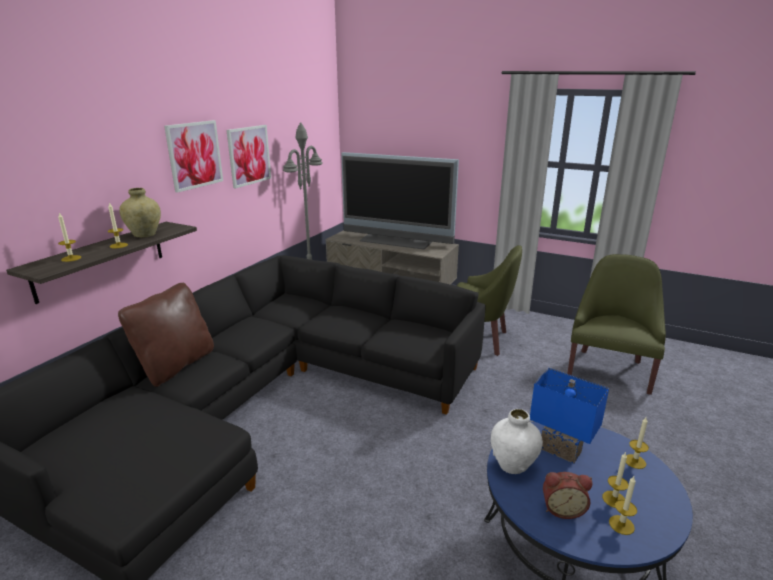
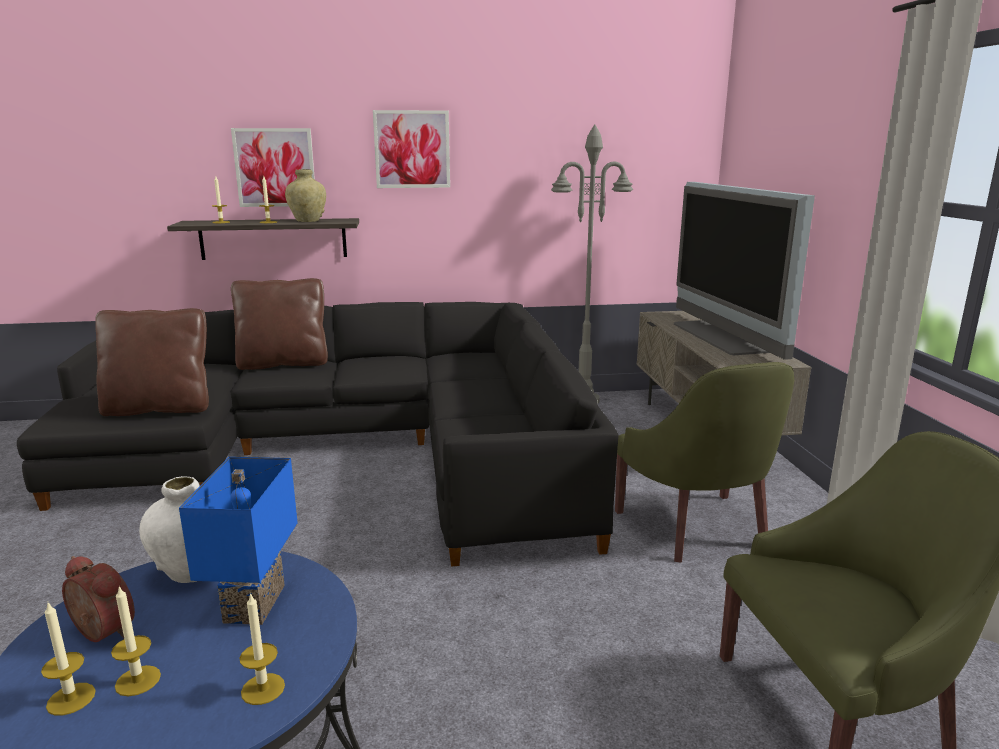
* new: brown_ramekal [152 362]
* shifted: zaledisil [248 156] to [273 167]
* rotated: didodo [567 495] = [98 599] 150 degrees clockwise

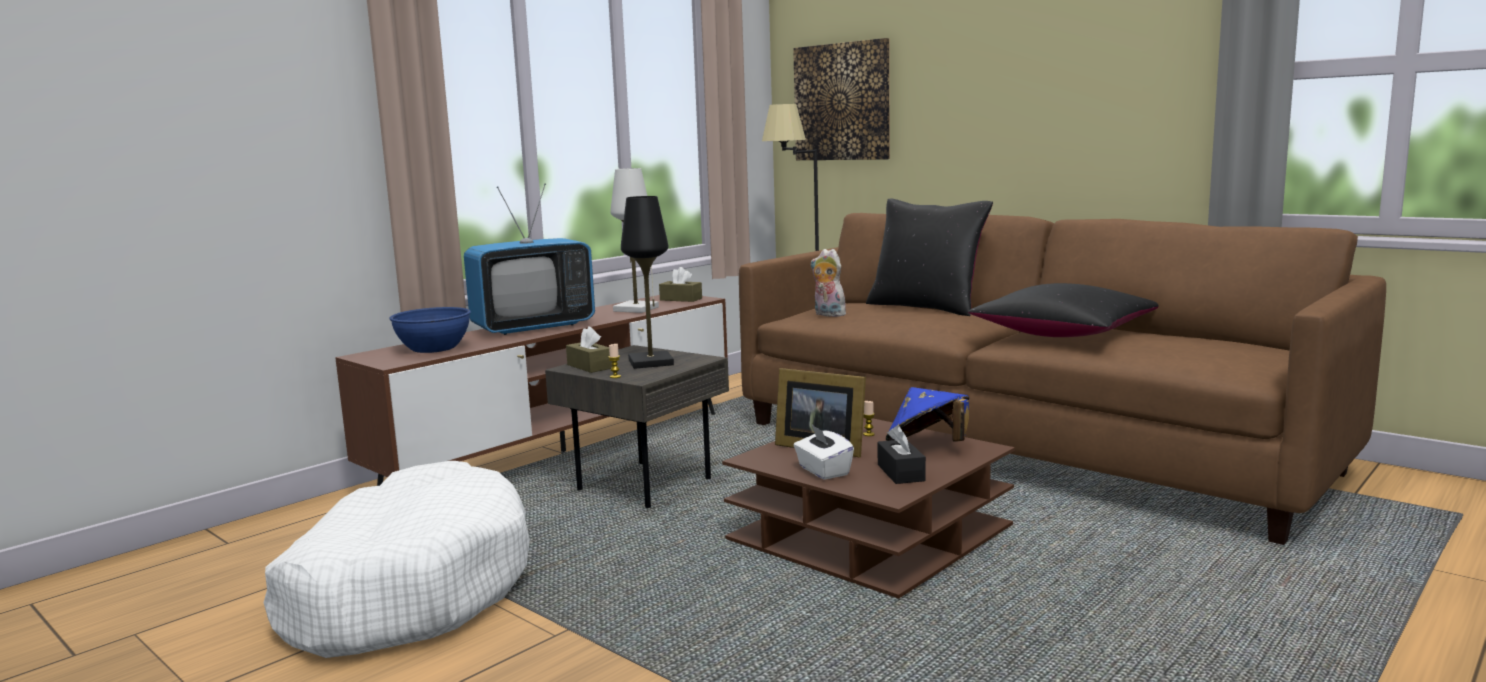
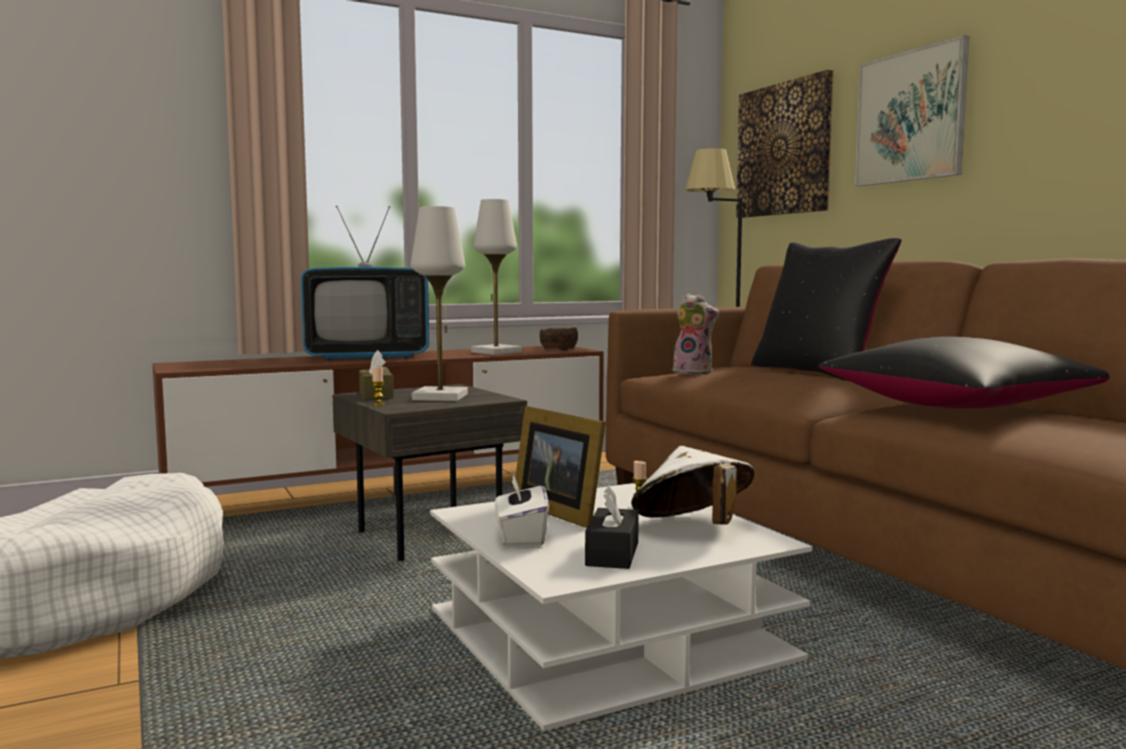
* gone: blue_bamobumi [430 330]
* new: zaledisil [912 110]
* swapped: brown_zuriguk [680 284] to brown_bamobumi [559 338]
* repainted: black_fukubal [647 282] to white_fukubal [439 303]
* repainted: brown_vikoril [868 508] to white_vikoril [621 607]
* repainted: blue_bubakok [928 414] to white_bubakok [692 485]
* rotated: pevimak [828 283] = [695 334] 150 degrees clockwise

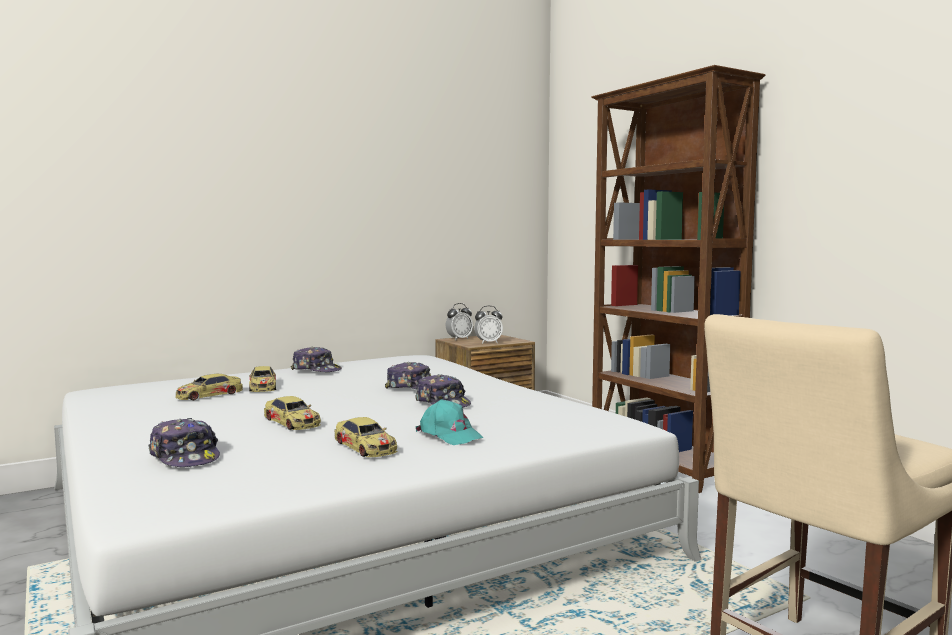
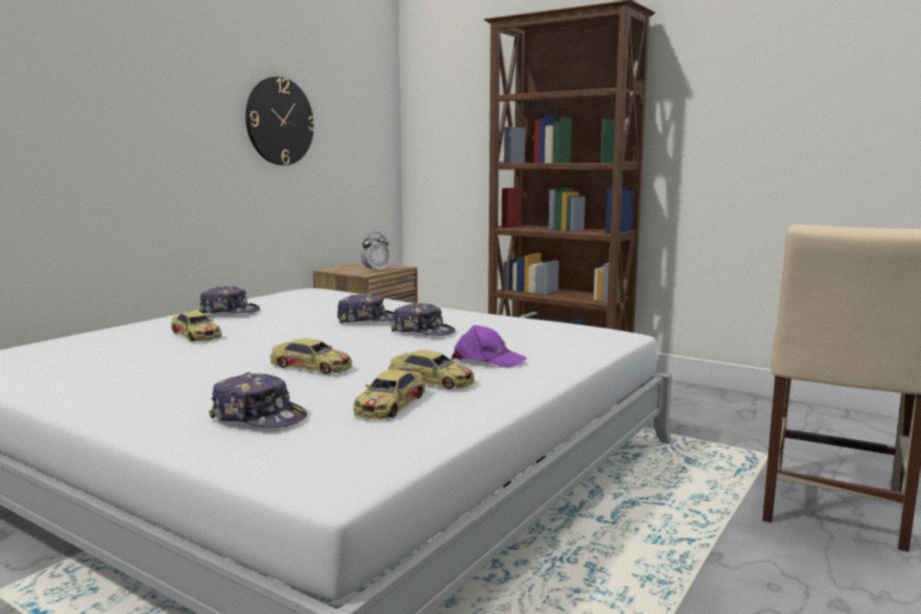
* gone: didodo [459 321]
* new: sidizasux [280 121]
* shifted: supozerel [209 387] to [389 394]
* repainted: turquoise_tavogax [450 422] to purple_tavogax [489 346]

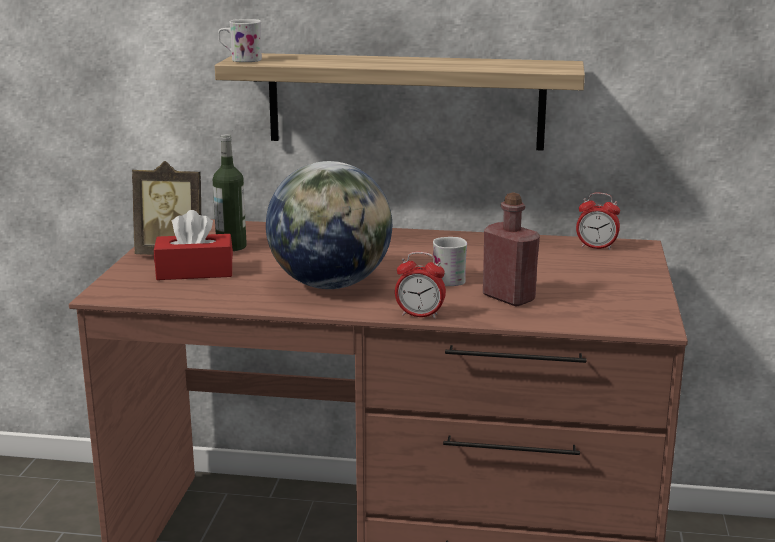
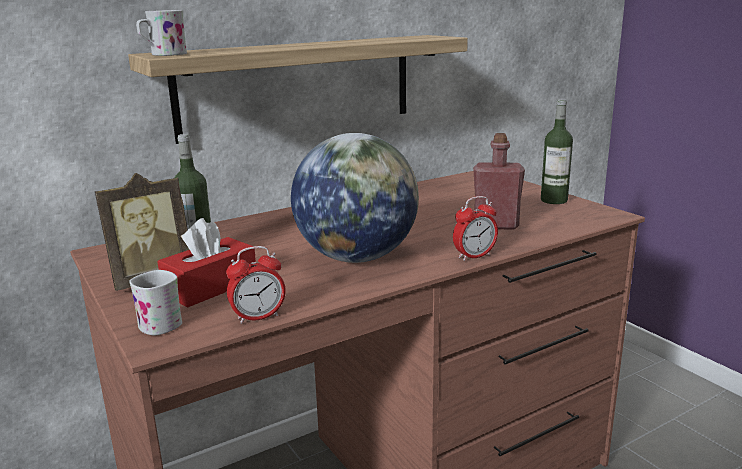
* new: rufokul [557 151]
* shifted: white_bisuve [450 261] to [155 303]
* shifted: didodo [598 221] to [256 285]

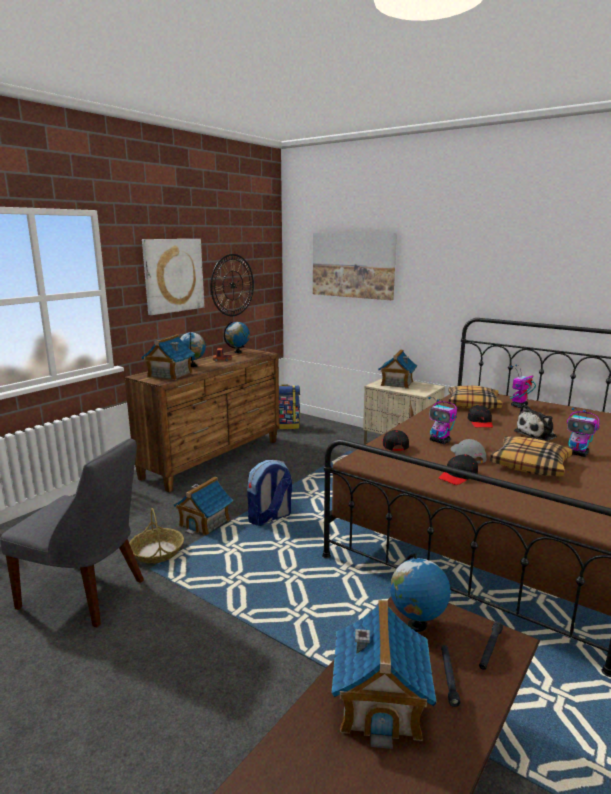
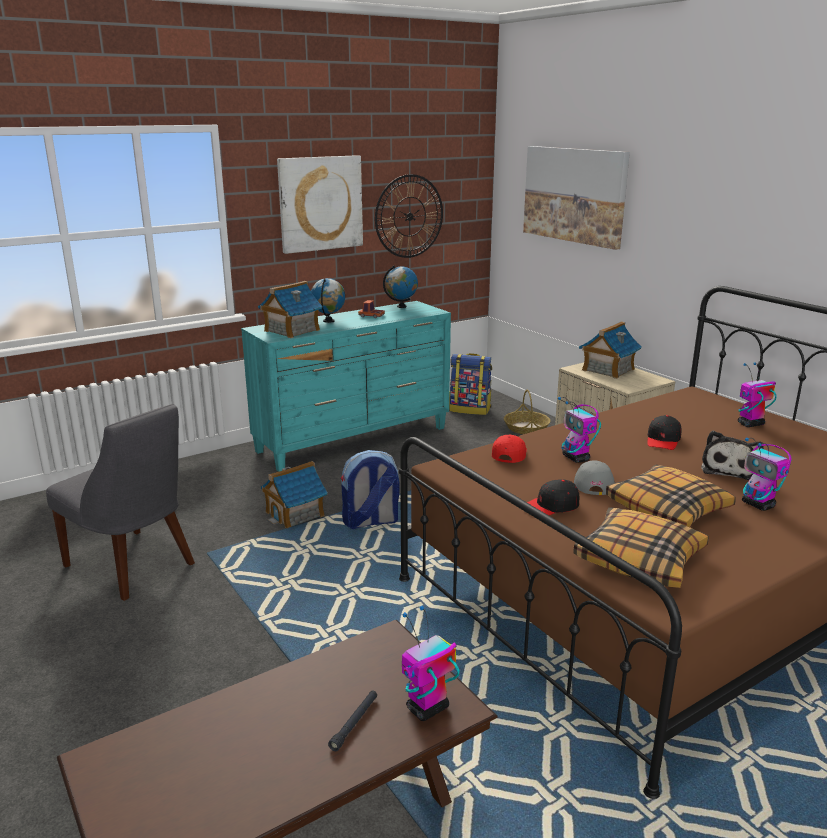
* gone: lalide [384 674]
* gone: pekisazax [420 592]
* shifted: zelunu [156 535] to [527 411]
* shifted: ramekal [475 397] to [641 547]
* swapped: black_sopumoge [491 646] to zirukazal [431 663]
* repainted: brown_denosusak [202 420] to turquoise_denosusak [346 386]
* repainted: black_tavogax [395 440] to red_tavogax [509 449]
* rotated: pevimak [535 422] = [732 455] 60 degrees counterclockwise

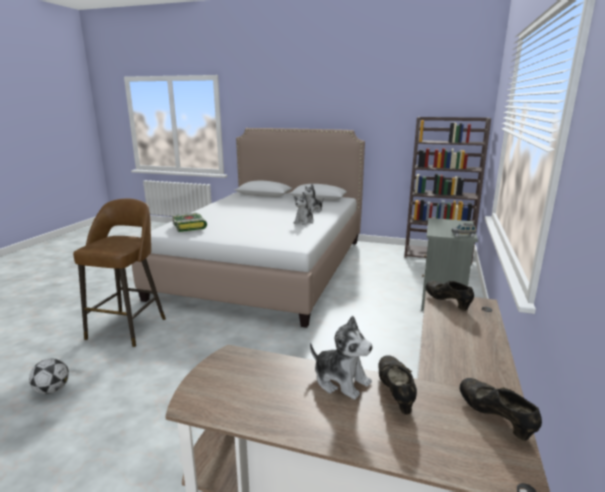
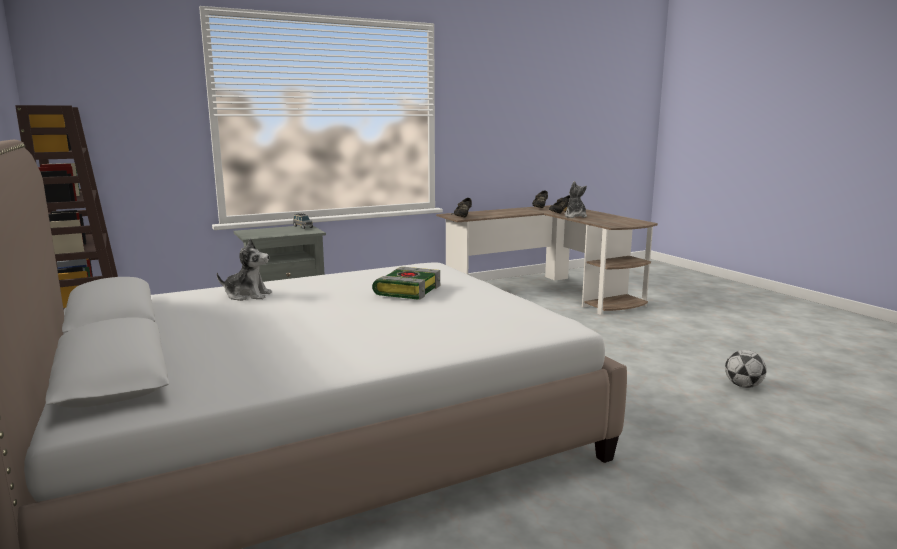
* gone: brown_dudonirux [119 272]
* gone: pevimak [303 209]
* shifted: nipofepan [189 222] to [406 283]

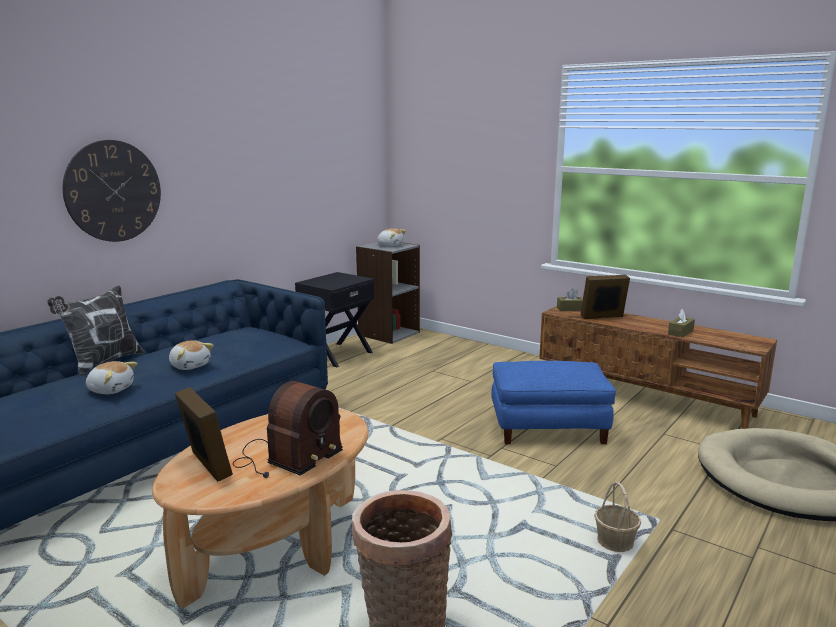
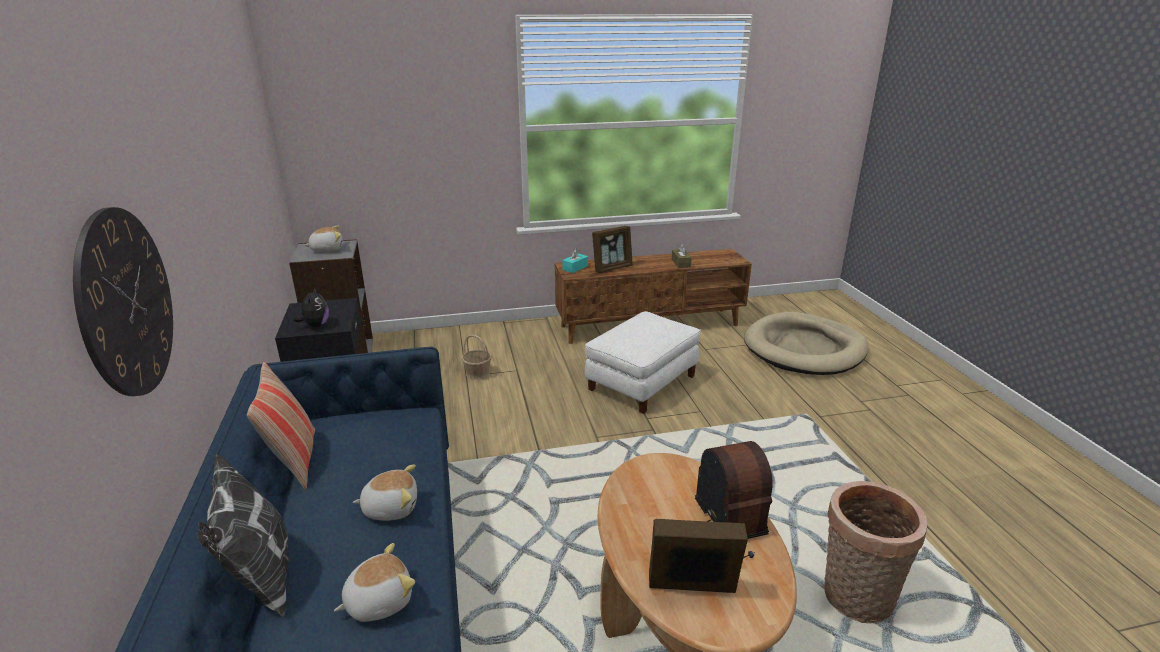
* new: ramekal [281 425]
* new: pevimak [311 306]
* shifted: zelunu [617 516] to [477 357]
* repainted: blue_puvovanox [553 402] to white_puvovanox [643 362]
* repainted: brown_zuriguk [570 299] to turquoise_zuriguk [575 260]
* rotated: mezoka [605 297] = [612 249] 150 degrees counterclockwise

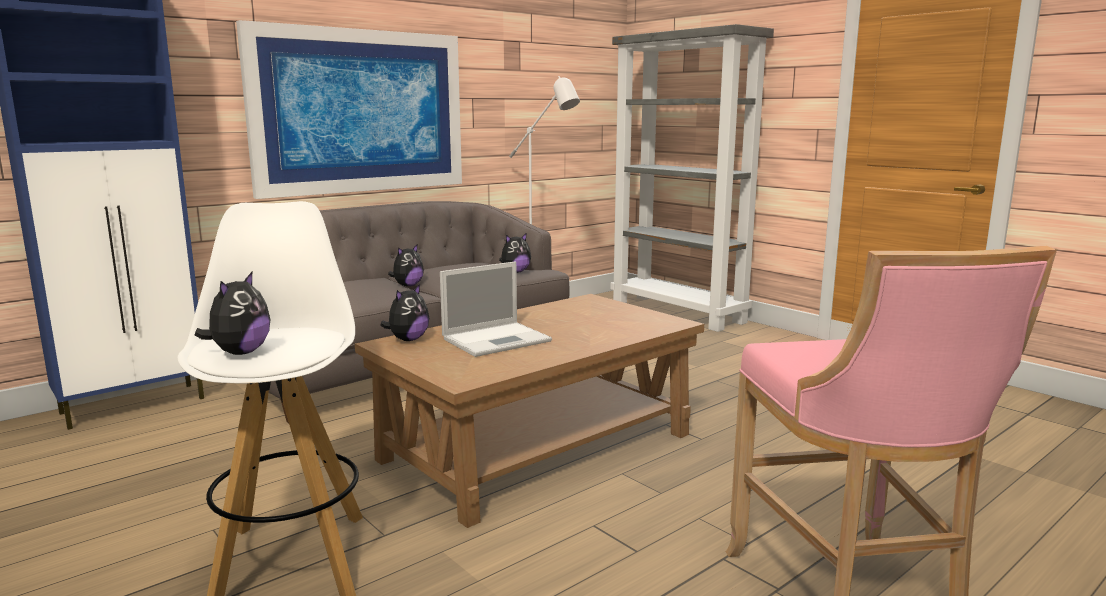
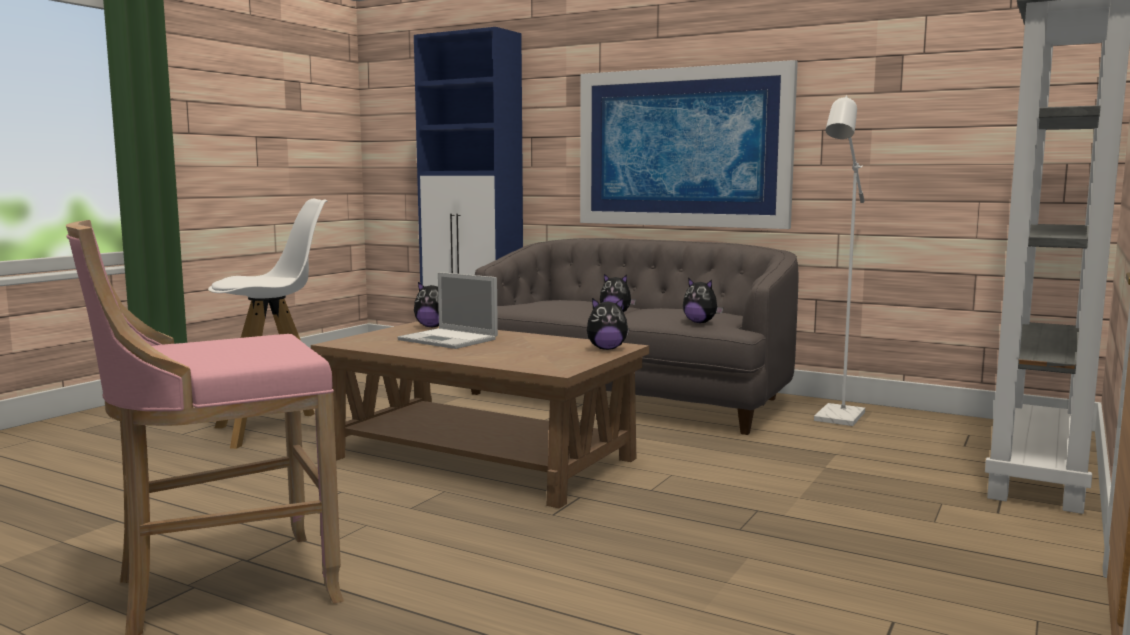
* shifted: pevimak [232 313] to [608 324]

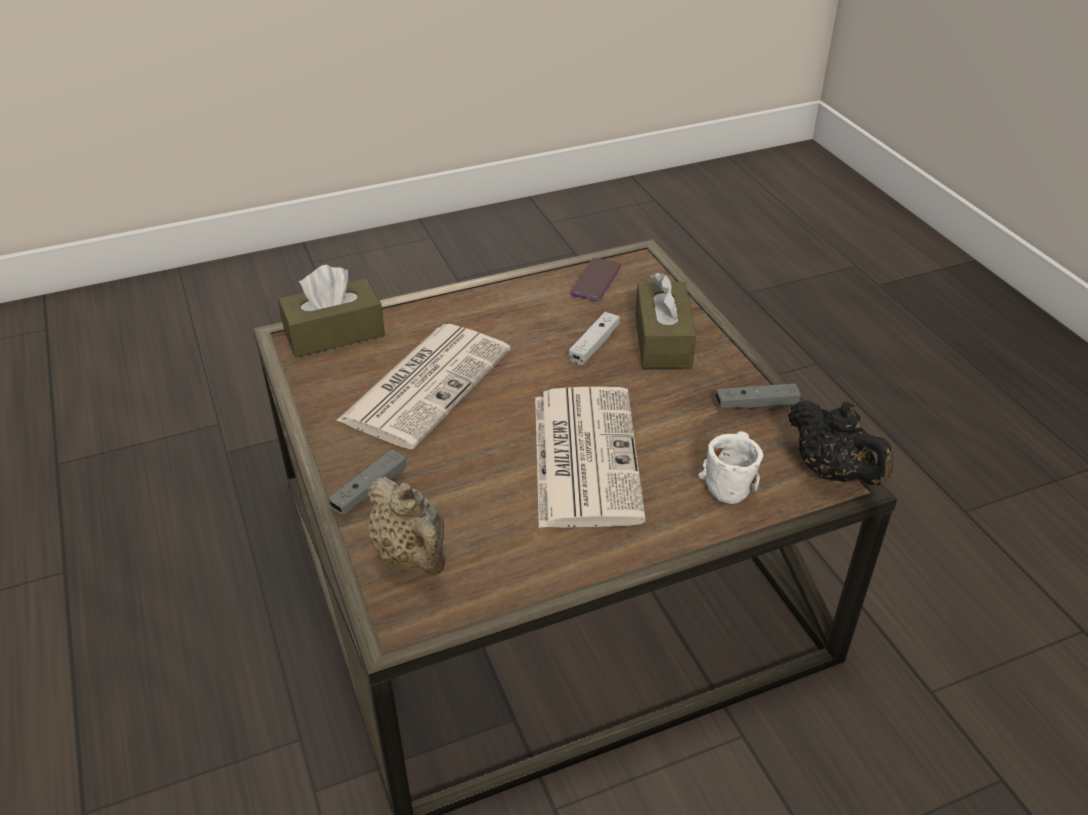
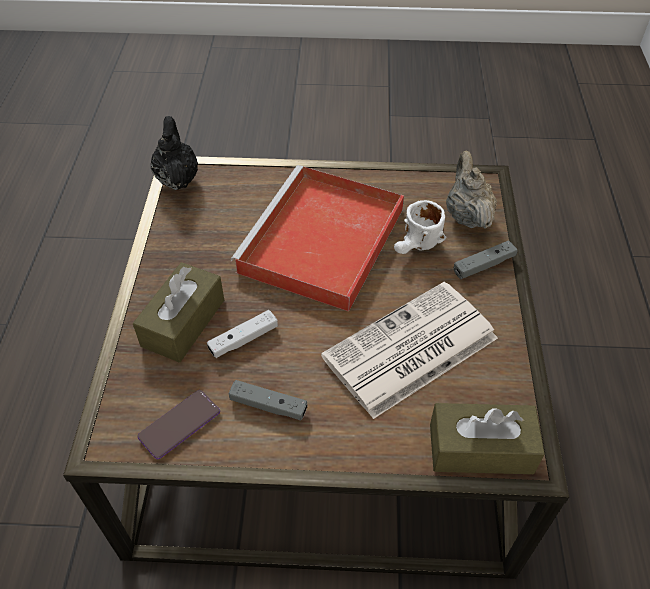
* shifted: white_bisuve [730 467] to [420 227]
* shifted: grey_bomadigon [758 396] to [267 400]
* swapped: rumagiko [590 457] to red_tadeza [317 238]

